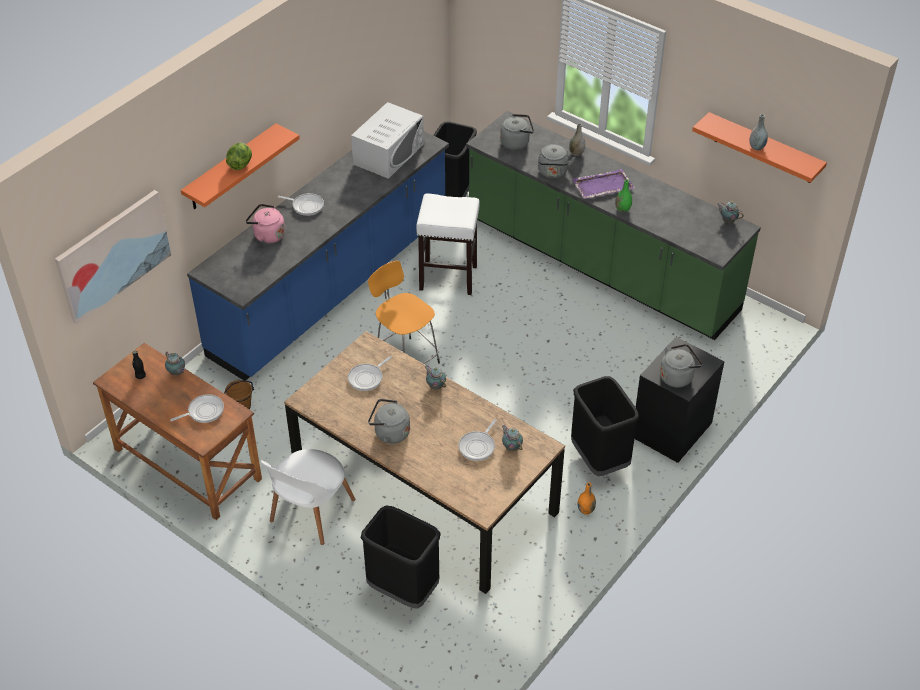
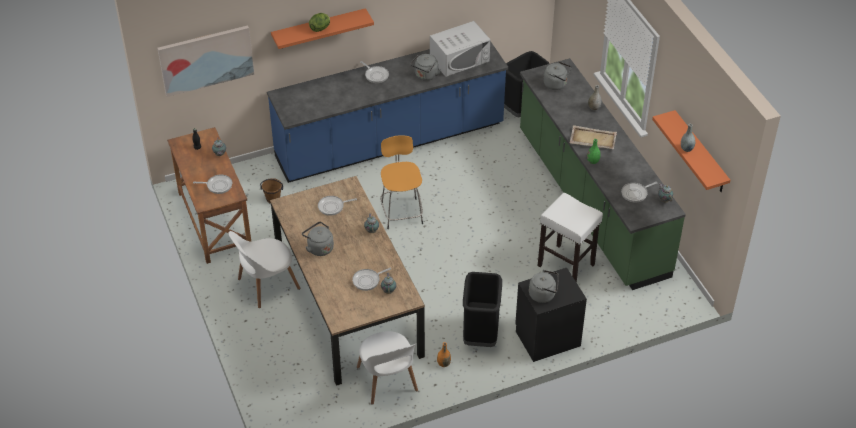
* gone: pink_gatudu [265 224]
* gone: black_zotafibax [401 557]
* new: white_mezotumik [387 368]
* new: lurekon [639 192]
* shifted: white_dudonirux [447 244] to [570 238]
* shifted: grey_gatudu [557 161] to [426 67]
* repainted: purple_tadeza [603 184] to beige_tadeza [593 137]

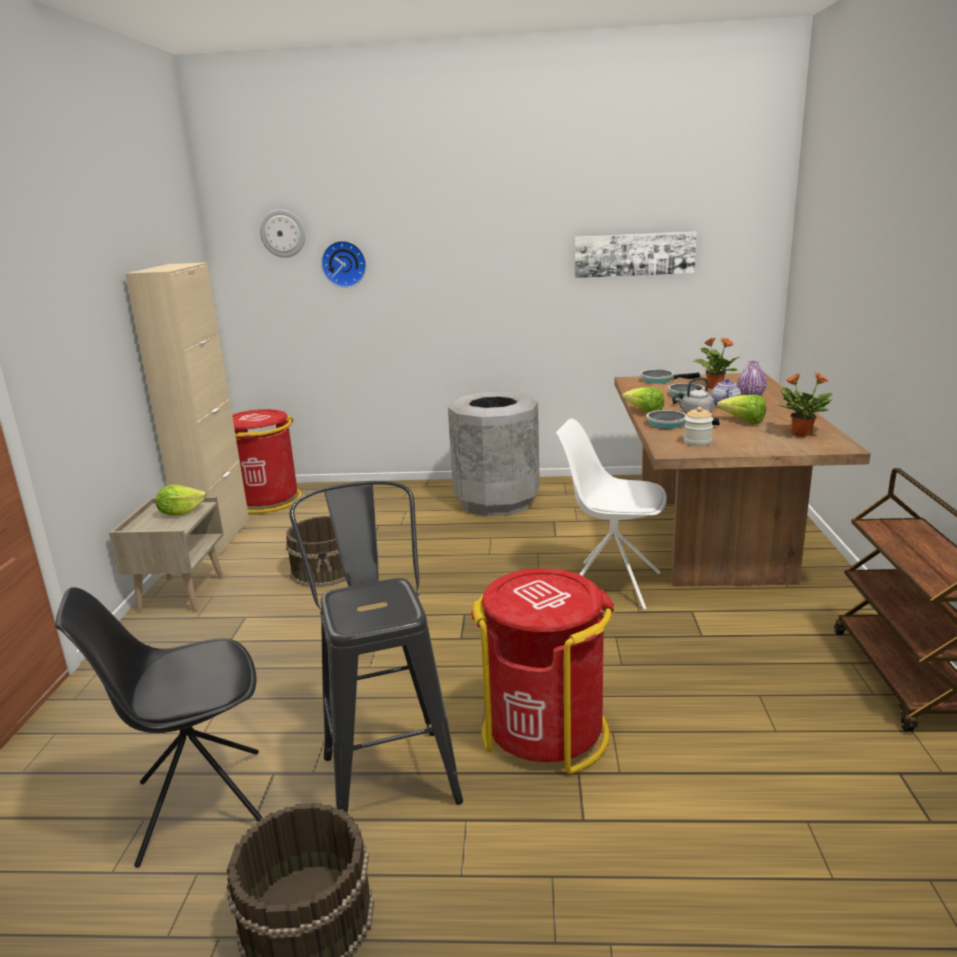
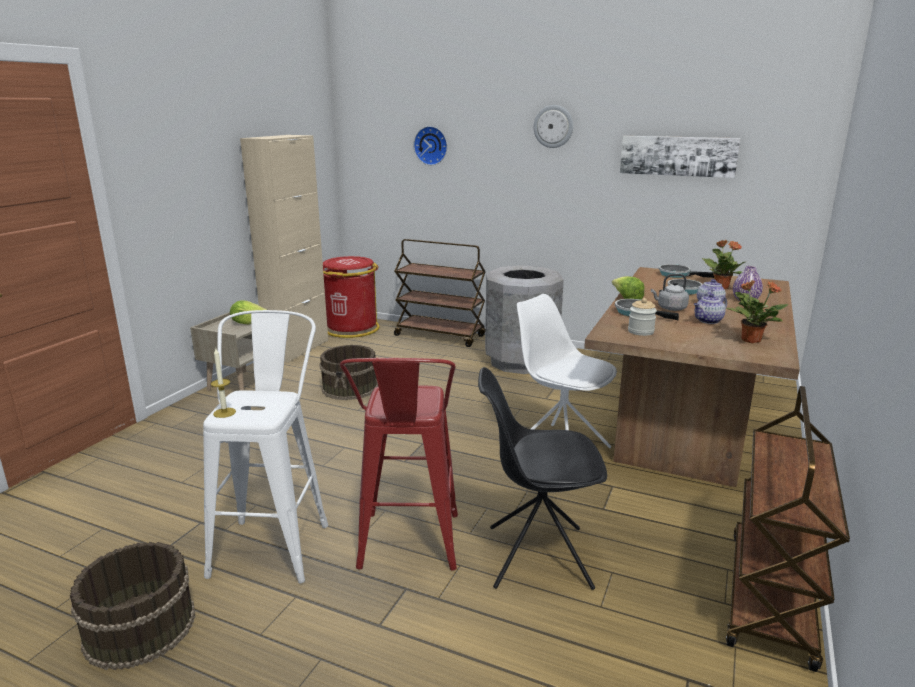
* new: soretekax [223 382]
* new: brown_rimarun [440 293]
* shifted: black_mezotumik [159 727] to [542 478]
* shifted: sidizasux [283 233] to [553 126]
* swapped: red_zotafibax [543 671] to red_dudonirux [399 464]
* swapped: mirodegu [741 409] to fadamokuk [710 309]
* repainted: black_dudonirux [376 647] to white_dudonirux [265 446]

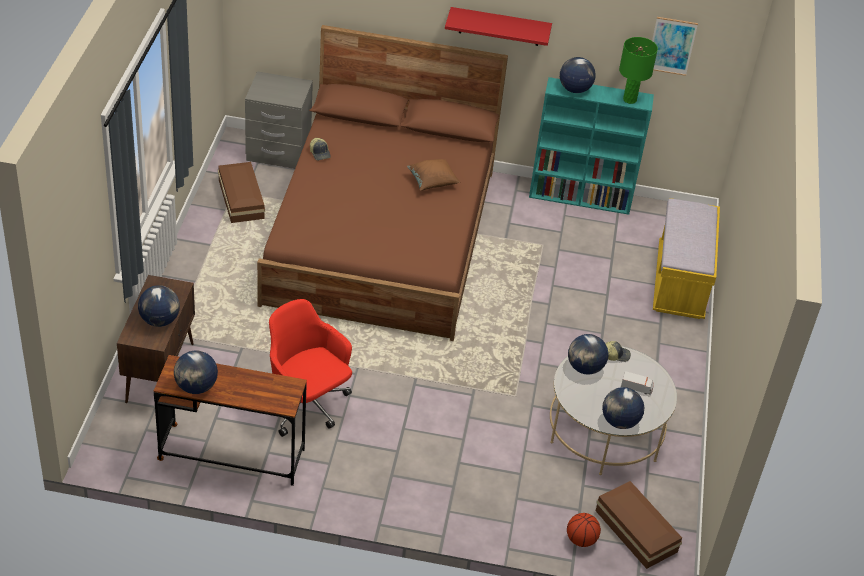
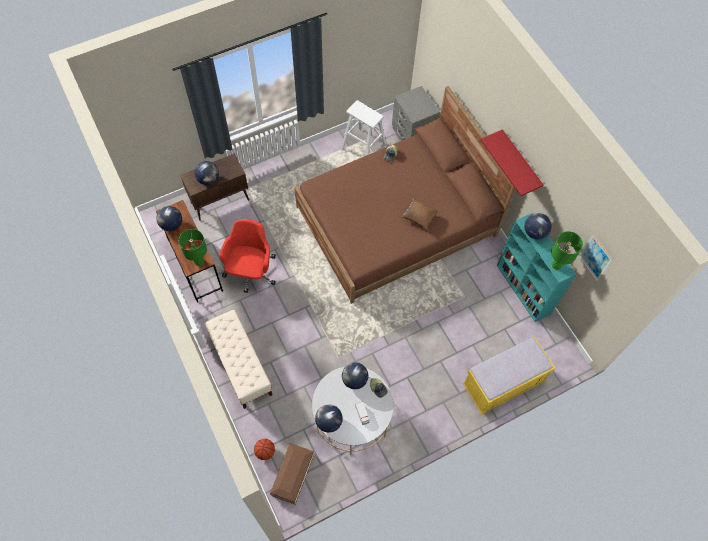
* new: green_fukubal [193 247]
* new: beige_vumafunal [238 359]
* swapped: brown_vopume [241 192] to white_dudonirux [363 128]

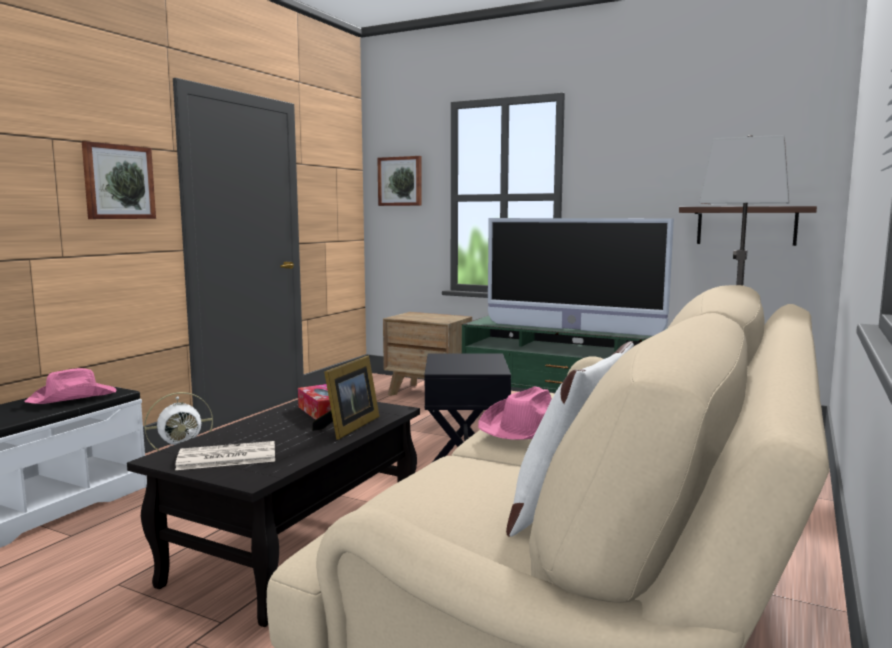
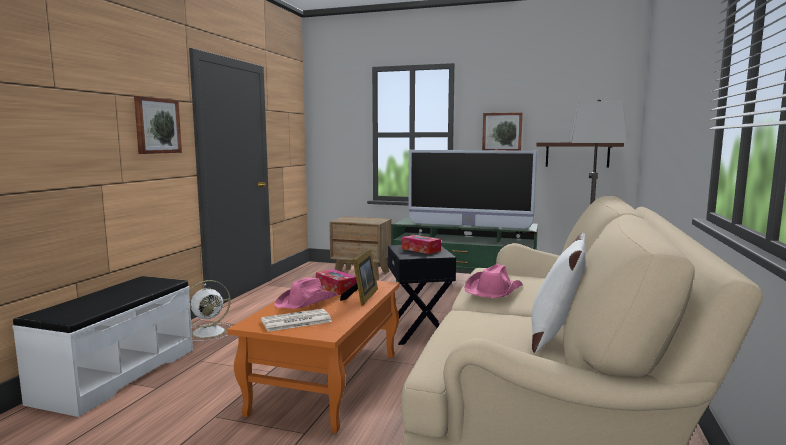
* new: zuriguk [421 244]
* shifted: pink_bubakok [70 386] to [305 293]
* shifted: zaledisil [399 181] to [502 131]
* repainted: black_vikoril [273 513] to orange_vikoril [314 357]

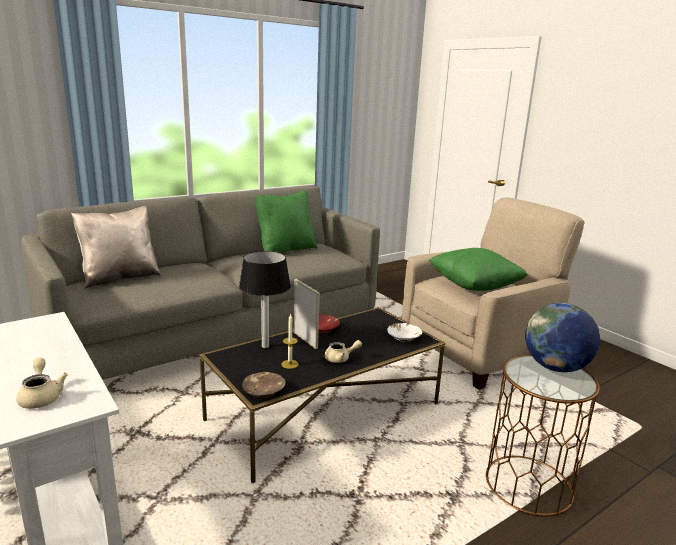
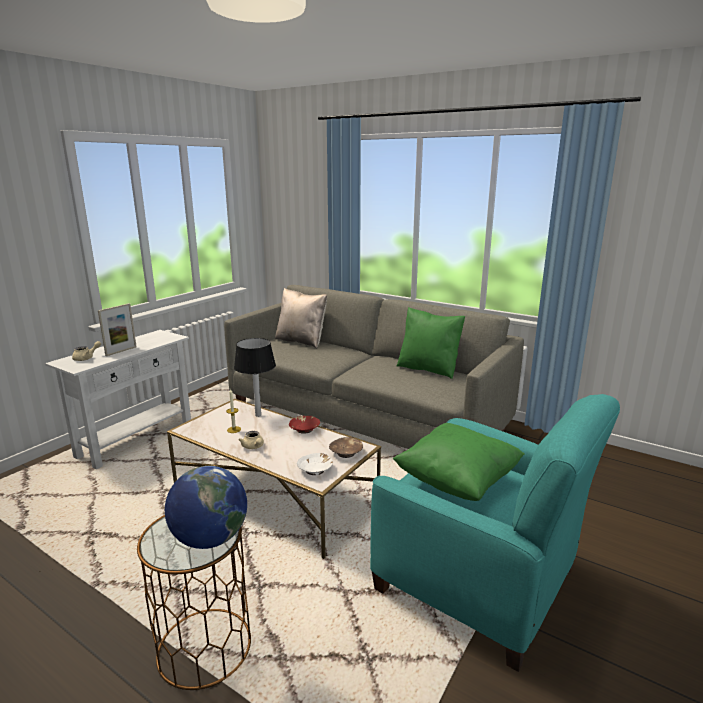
* shifted: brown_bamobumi [263 385] to [346 447]
* shifted: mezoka [307 314] to [117 329]
* repainted: black_vikoril [322 395] to white_vikoril [274 479]
* repainted: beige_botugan [492 294] to turquoise_botugan [495 533]

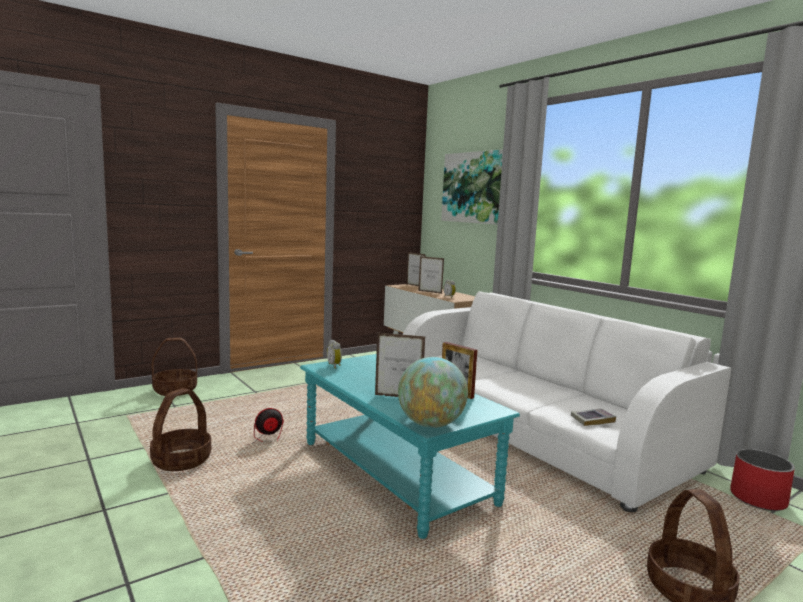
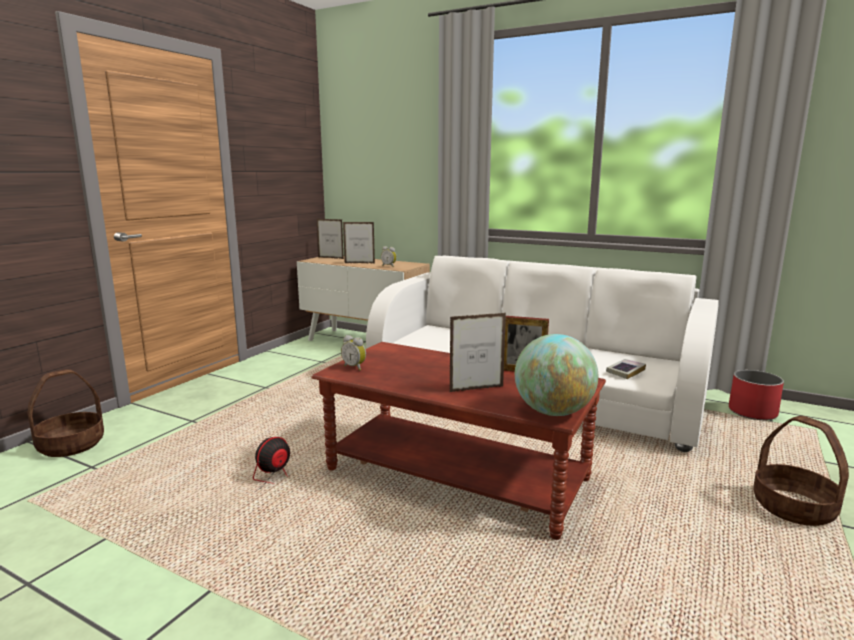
* gone: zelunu [180 429]
* gone: zaledisil [472 187]
* repainted: turquoise_vikoril [410 446] to brown_vikoril [458 441]

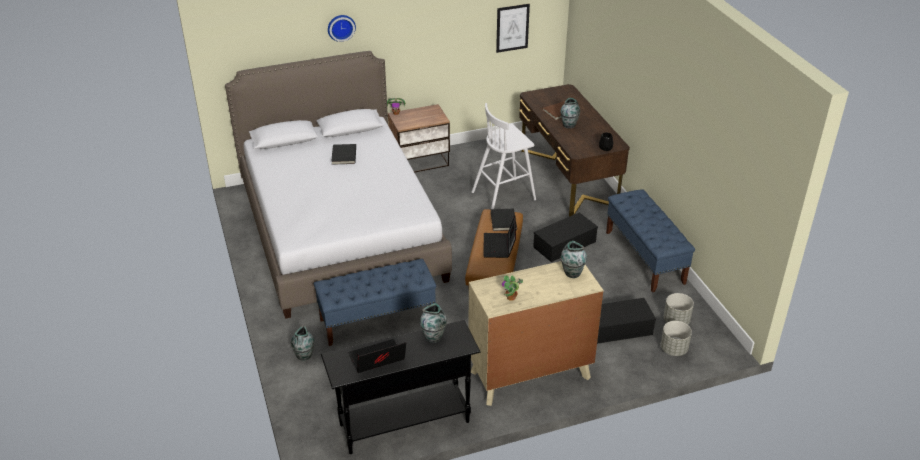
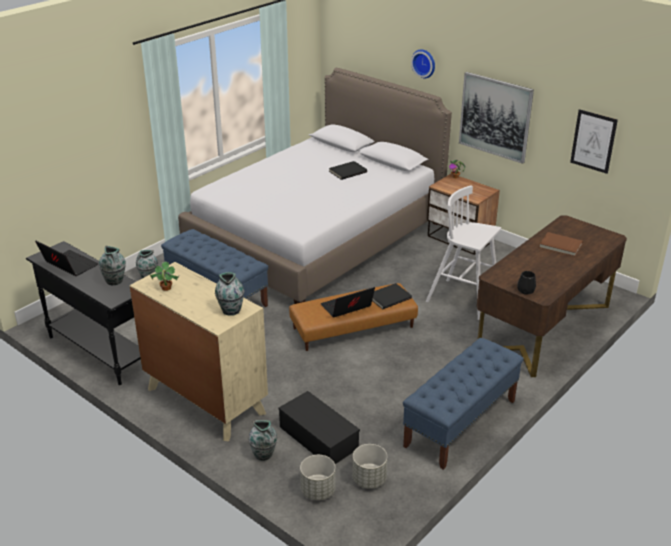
* gone: black_vopume [565 237]
* new: zaledisil [496 118]
* shifted: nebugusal [570 113] to [263 440]

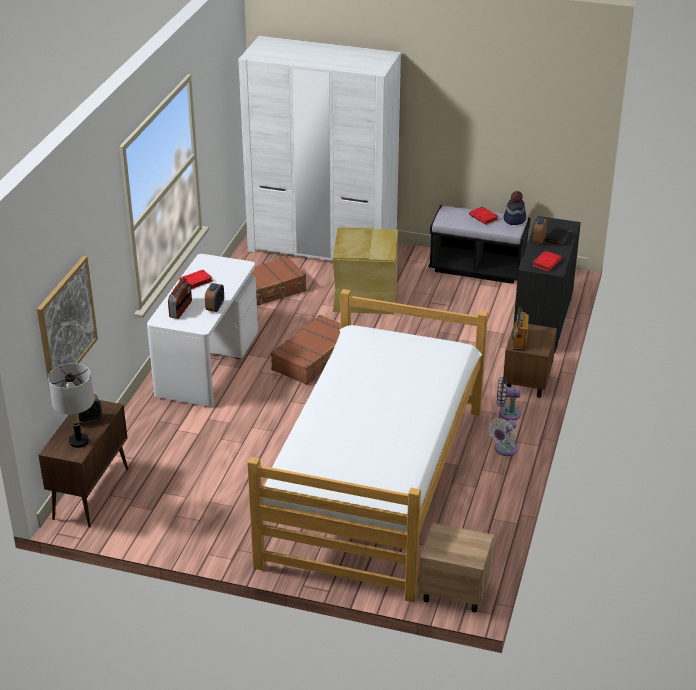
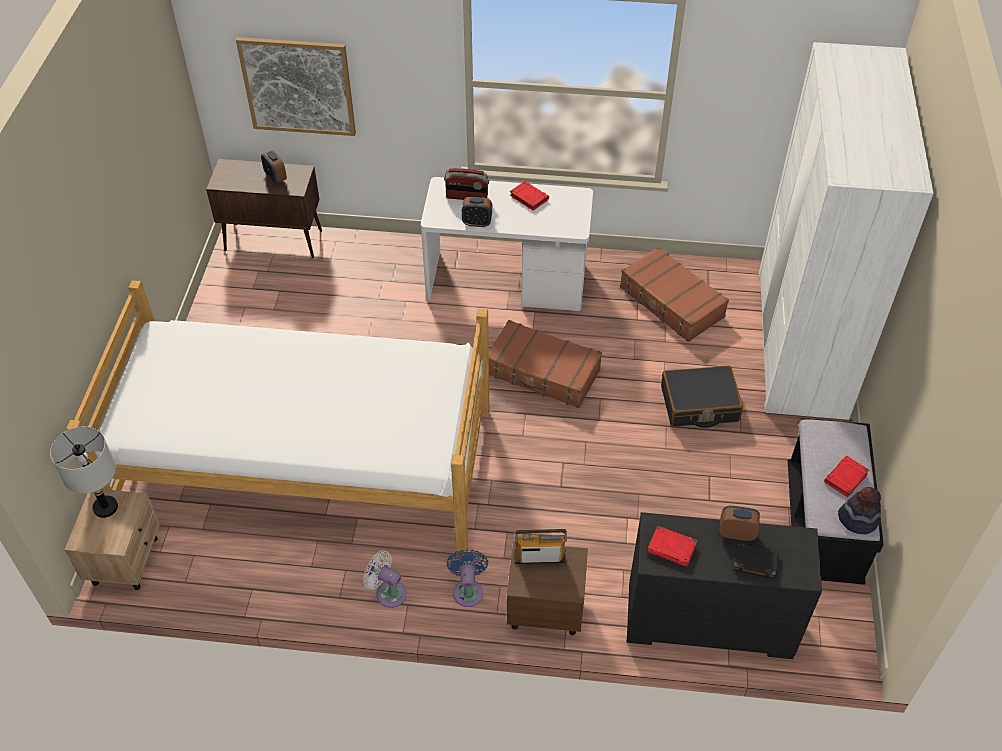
* shifted: grey_fukubal [71 405] to [84 472]
* swapped: beige_vopume [365 271] to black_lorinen [702 397]

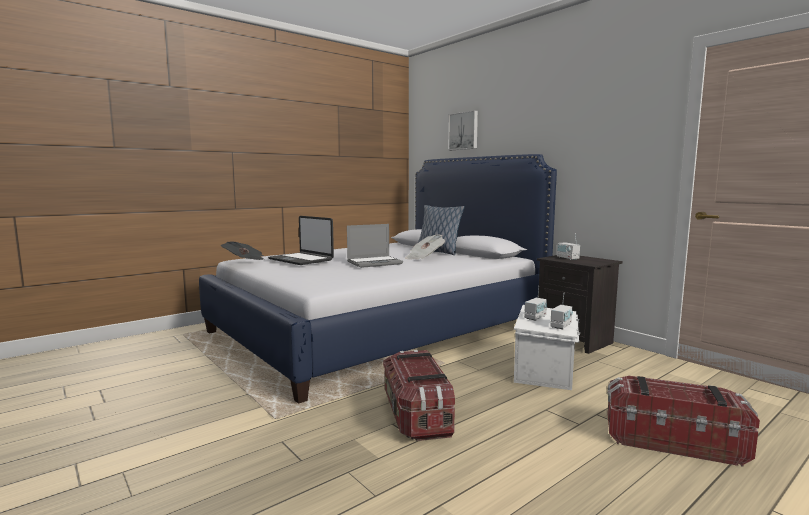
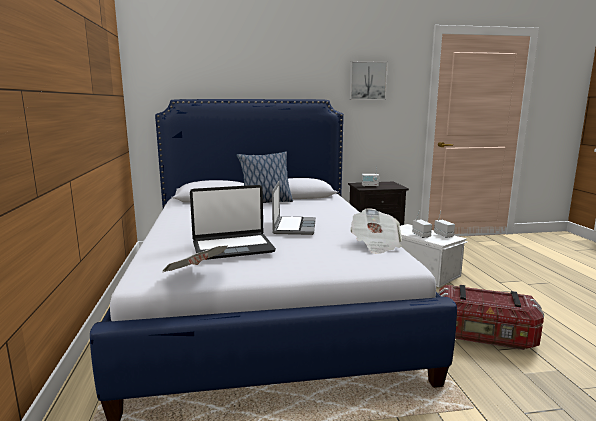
* gone: vopume [683 421]
* shifted: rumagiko [425 247] to [376 231]
* shifted: zaledisil [463 130] to [368 80]

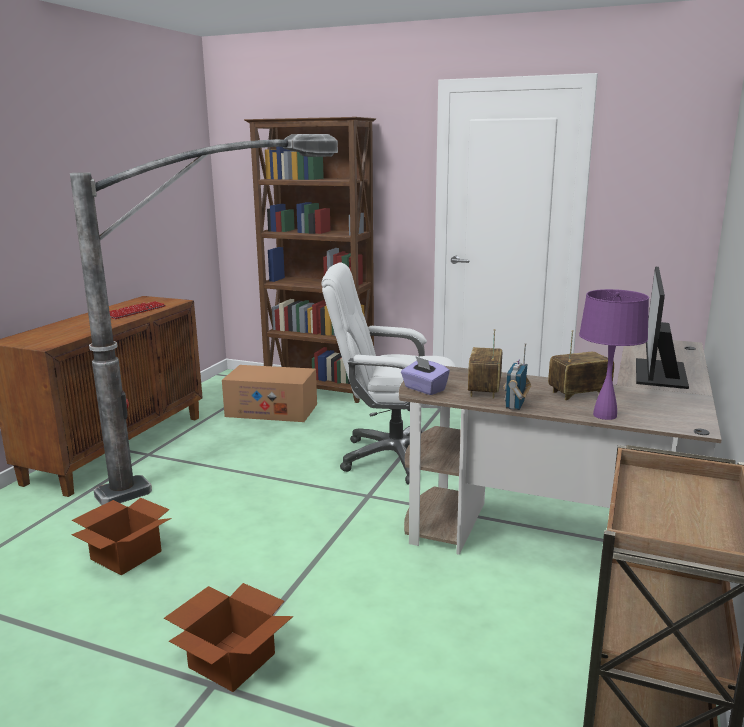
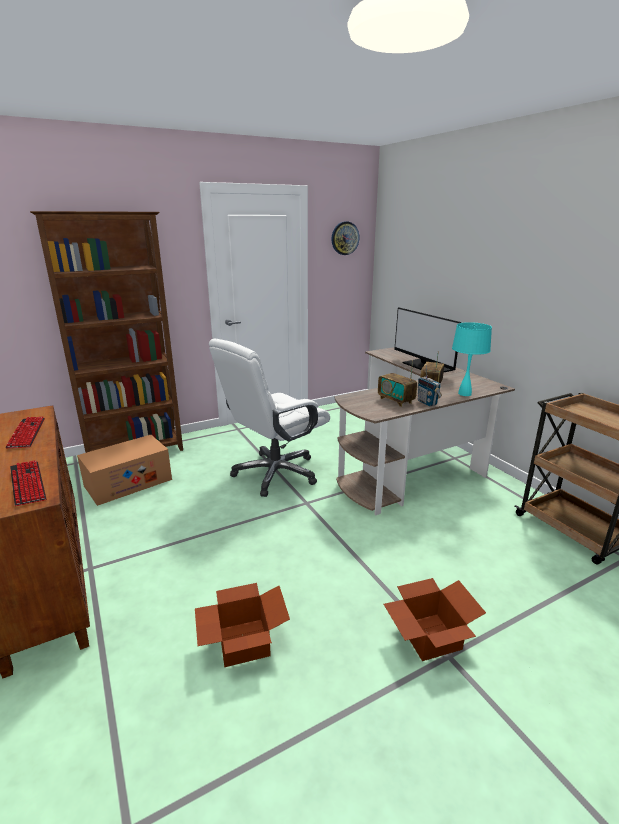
* gone: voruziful [204 319]
* gone: purple_zuriguk [425 375]
* new: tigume [28 483]
* new: sidizasux [345 238]
* repainted: purple_fukubal [614 354] to turquoise_fukubal [472 359]

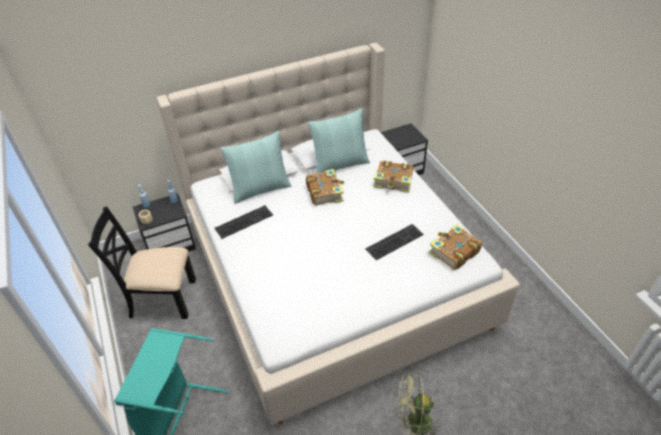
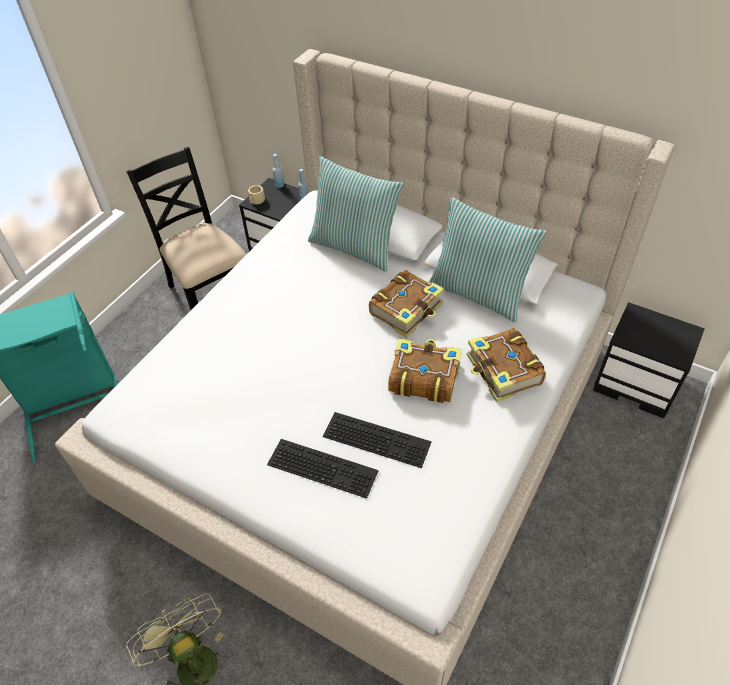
* shifted: tigume [243 222] to [322 469]
* shifted: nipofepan [455 247] to [425 370]

